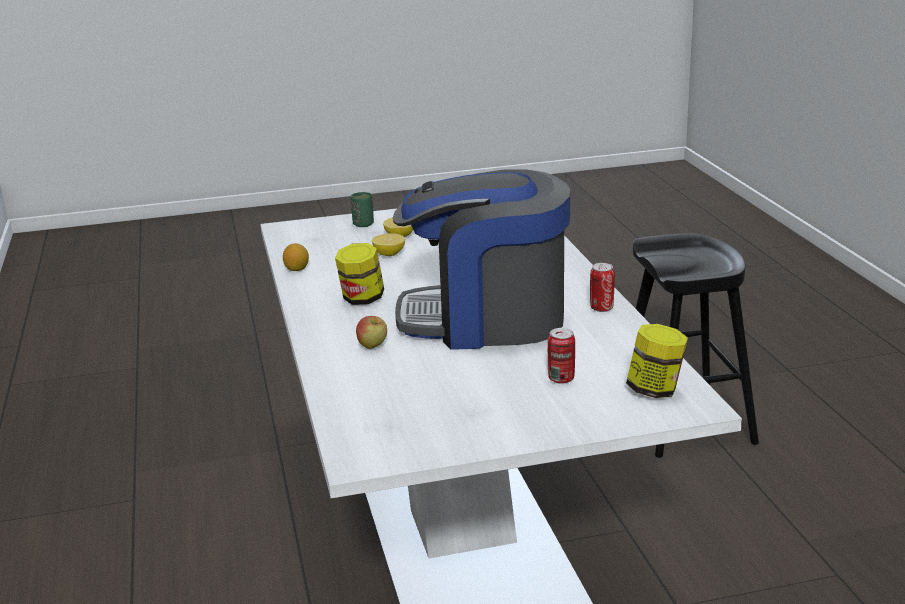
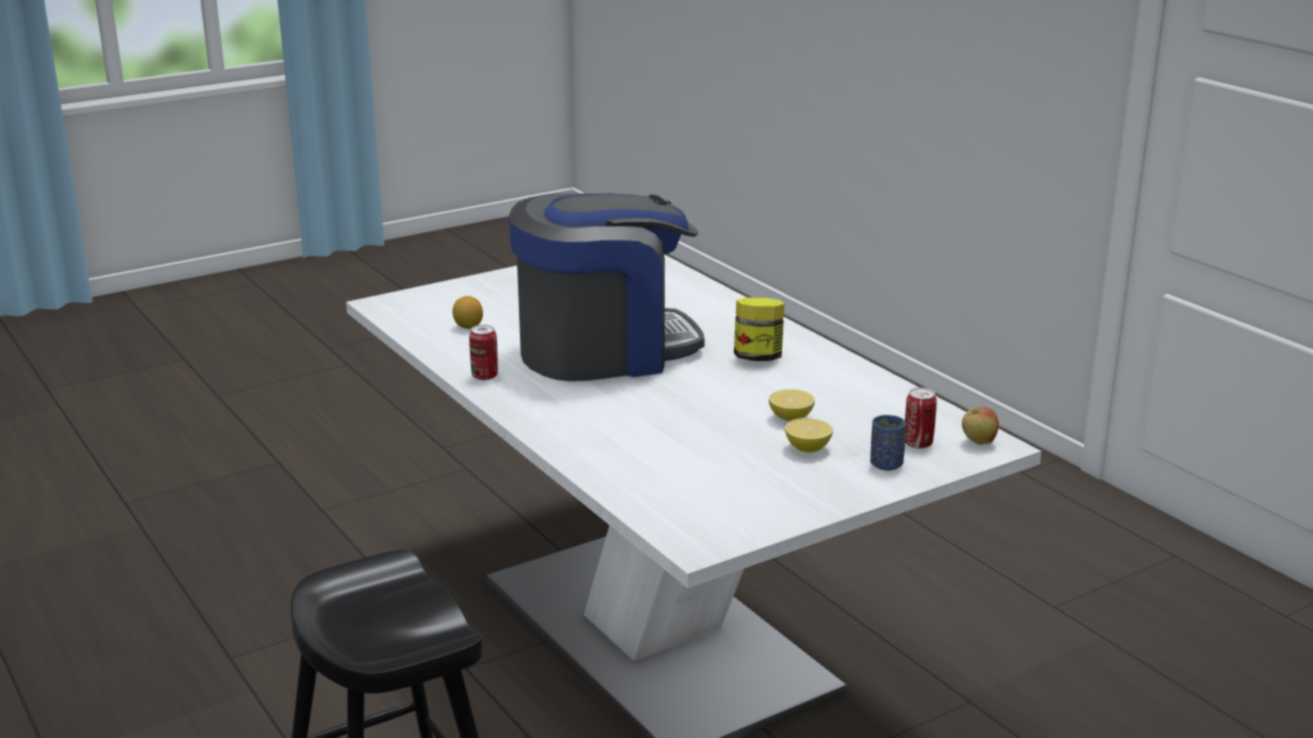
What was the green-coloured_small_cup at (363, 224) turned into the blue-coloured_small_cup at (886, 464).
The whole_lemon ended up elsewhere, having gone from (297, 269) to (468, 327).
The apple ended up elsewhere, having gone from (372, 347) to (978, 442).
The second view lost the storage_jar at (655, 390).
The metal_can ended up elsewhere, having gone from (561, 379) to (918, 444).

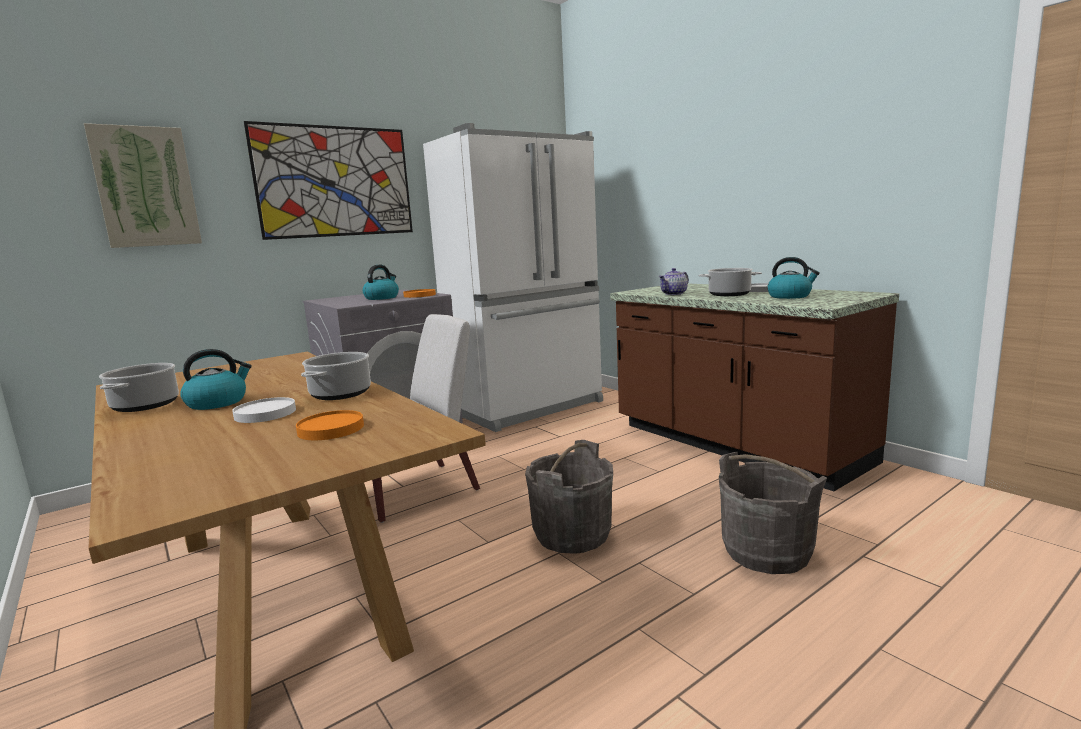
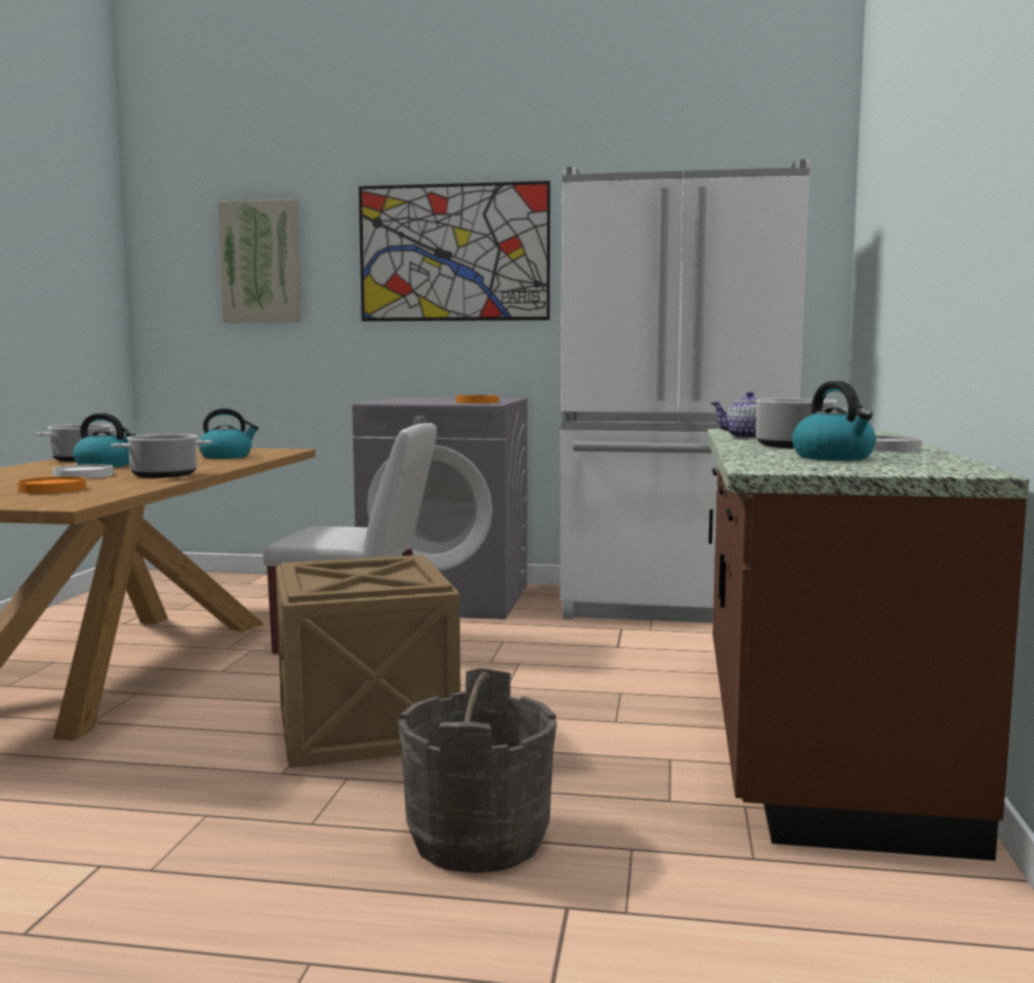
The kettle ended up elsewhere, having gone from (382, 298) to (227, 456).
Where the greyish_water_bucket stood at (572, 534), the crate came to stand at (365, 730).

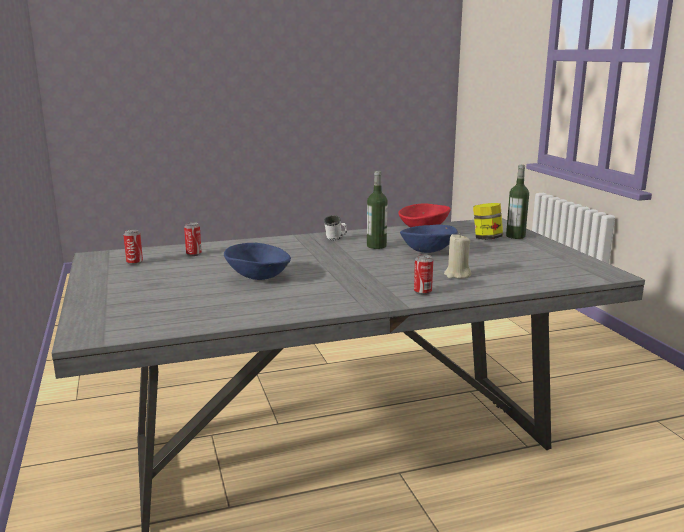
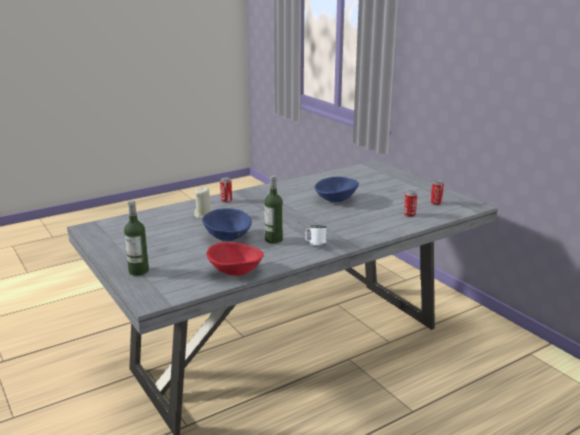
The second view lost the storage_jar at (487, 238).

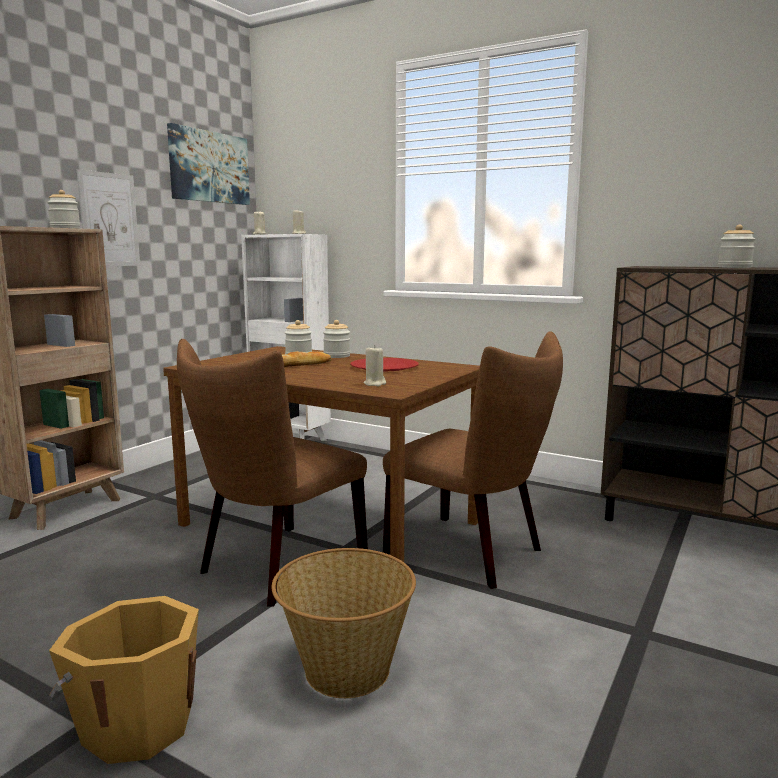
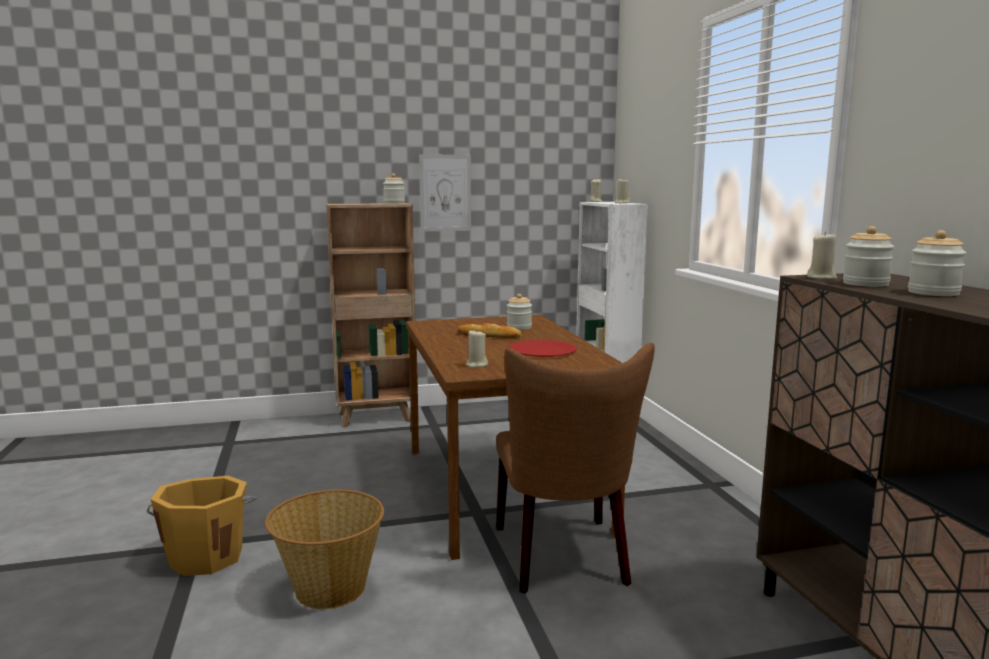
The second view lost the wall_art at (209, 167).
The storage_jar ended up elsewhere, having gone from (337, 356) to (865, 284).
The second view lost the brown-coloured_upright_chair at (275, 567).
The second view gained the beige_wax_candle at (821, 277).

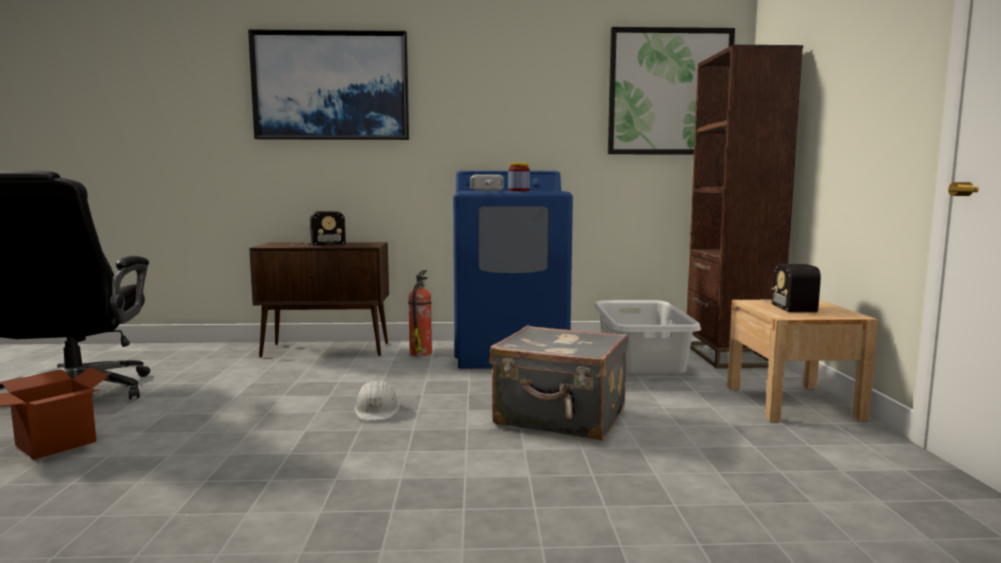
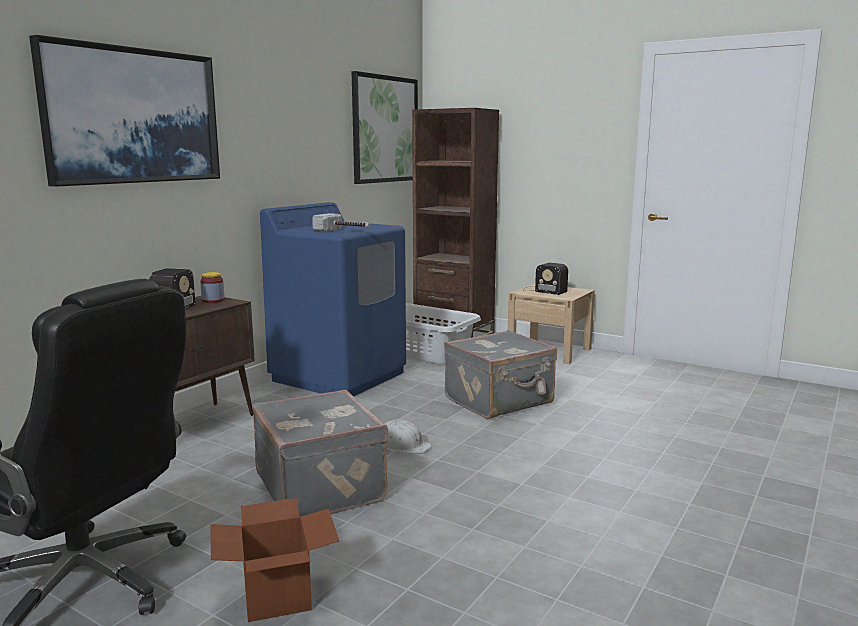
The storage_jar ended up elsewhere, having gone from (518, 191) to (213, 300).
The second view lost the fire_extinguisher at (421, 352).
The second view gained the greyish_suitcase at (322, 487).

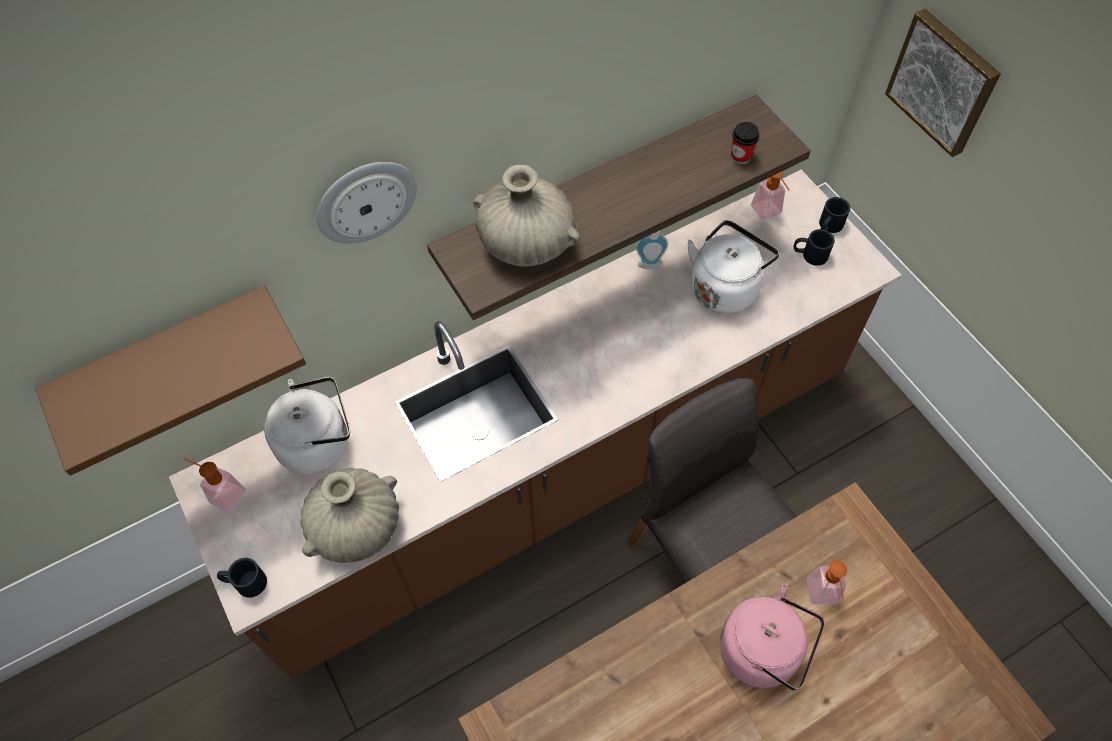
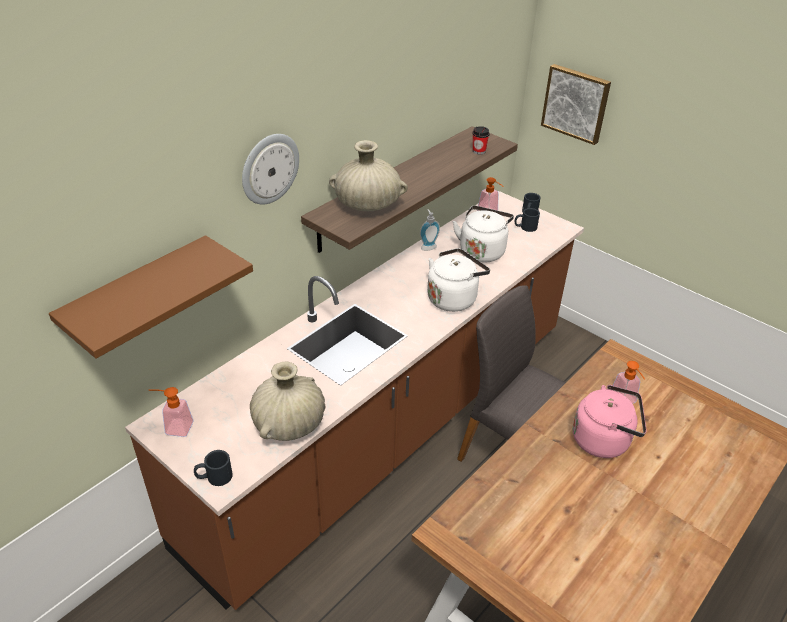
The white-coloured_kettle ended up elsewhere, having gone from (319, 442) to (453, 298).

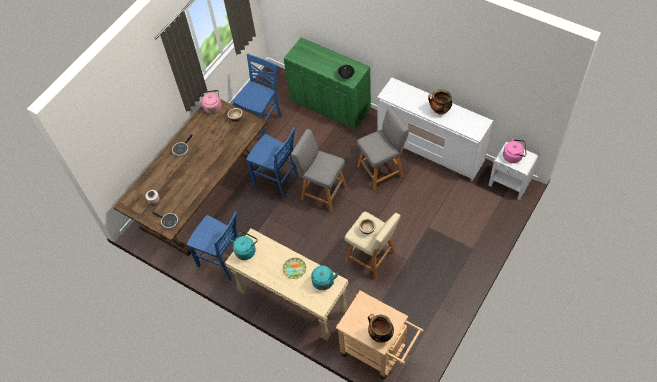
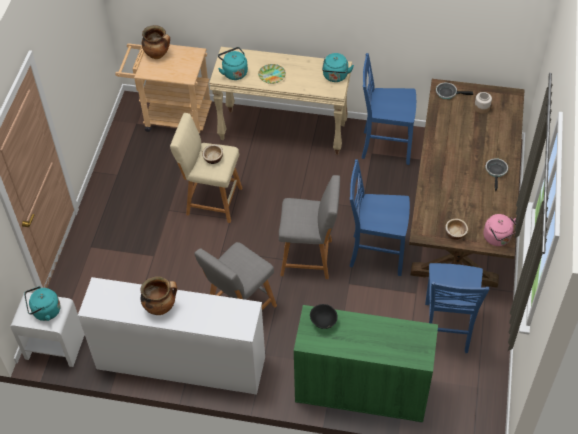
What was the pink_kettle at (513, 156) turned into the blue-green_kettle at (45, 312).

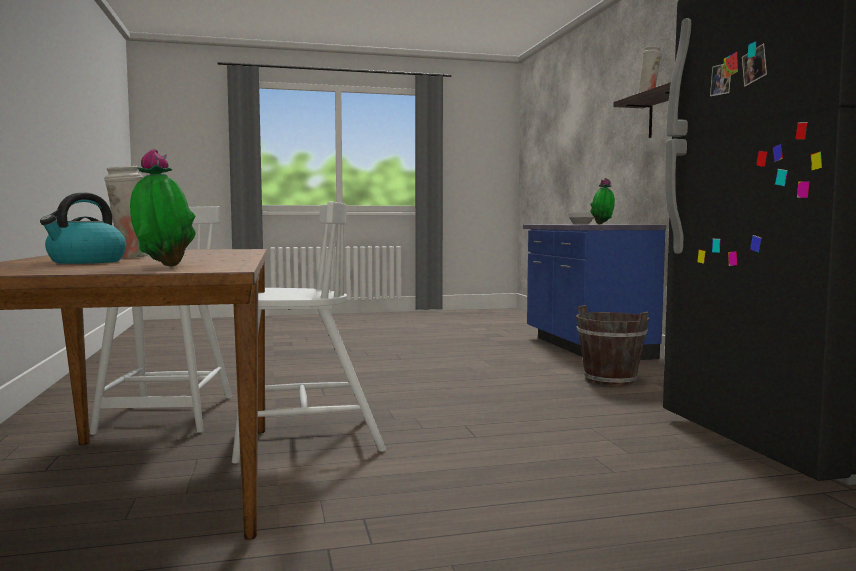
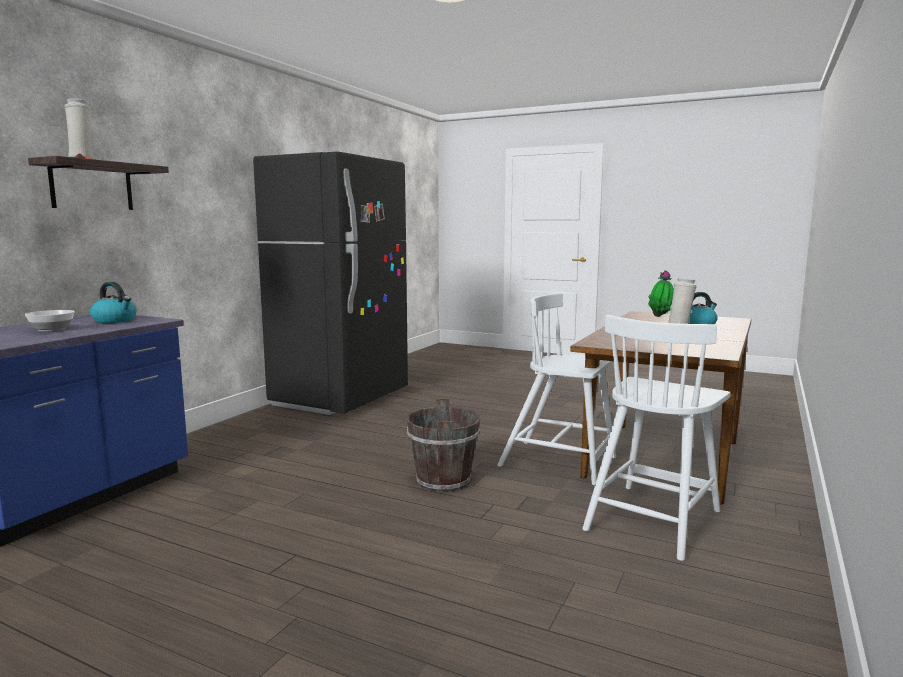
Where the potted_plant stood at (602, 224), the kettle came to stand at (115, 320).
The brown-coloured_water_bucket ended up elsewhere, having gone from (610, 379) to (442, 481).

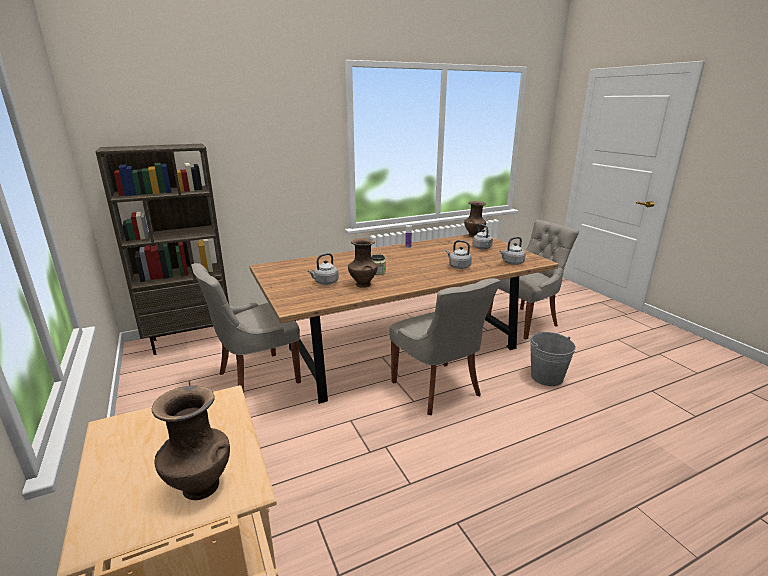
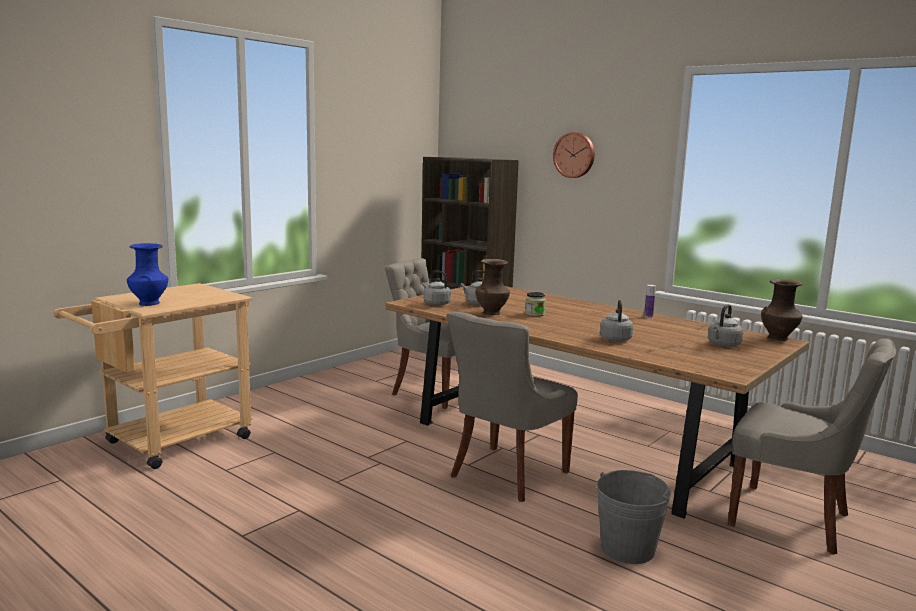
The greyish_kettle ended up elsewhere, having gone from (512, 263) to (435, 303).
What was the brown-coloured_vase at (199, 487) turned into the blue-coloured_vase at (149, 303).
The second view gained the wall_clock at (574, 155).

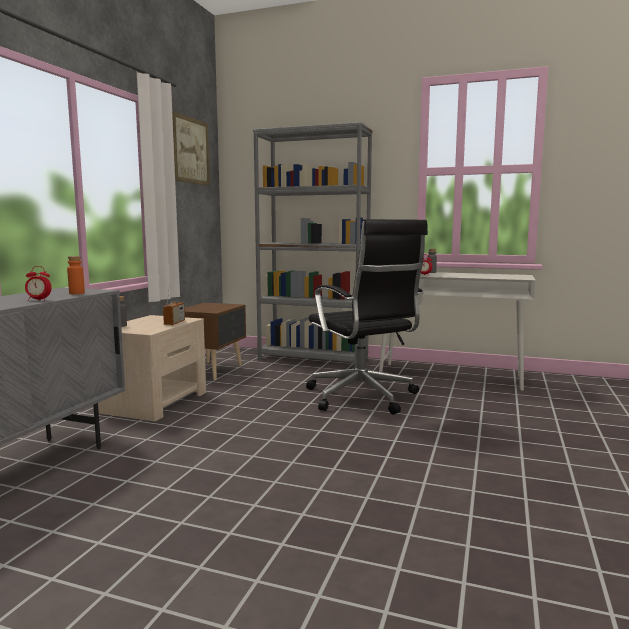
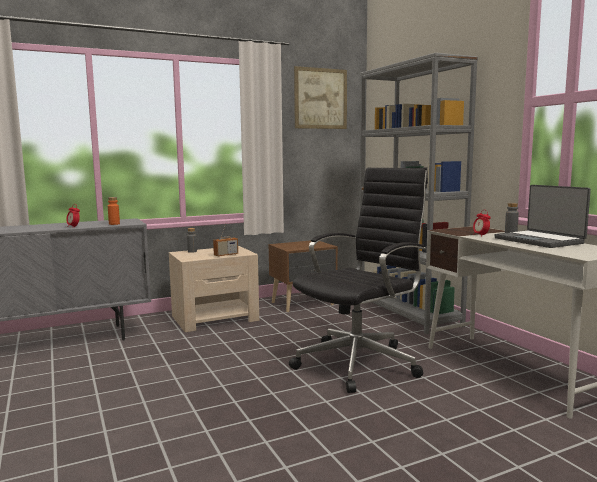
The black_computer_chair at (363, 398) ended up facing another way, 150 degrees counterclockwise from before.
The second view gained the laptop at (539, 240).

